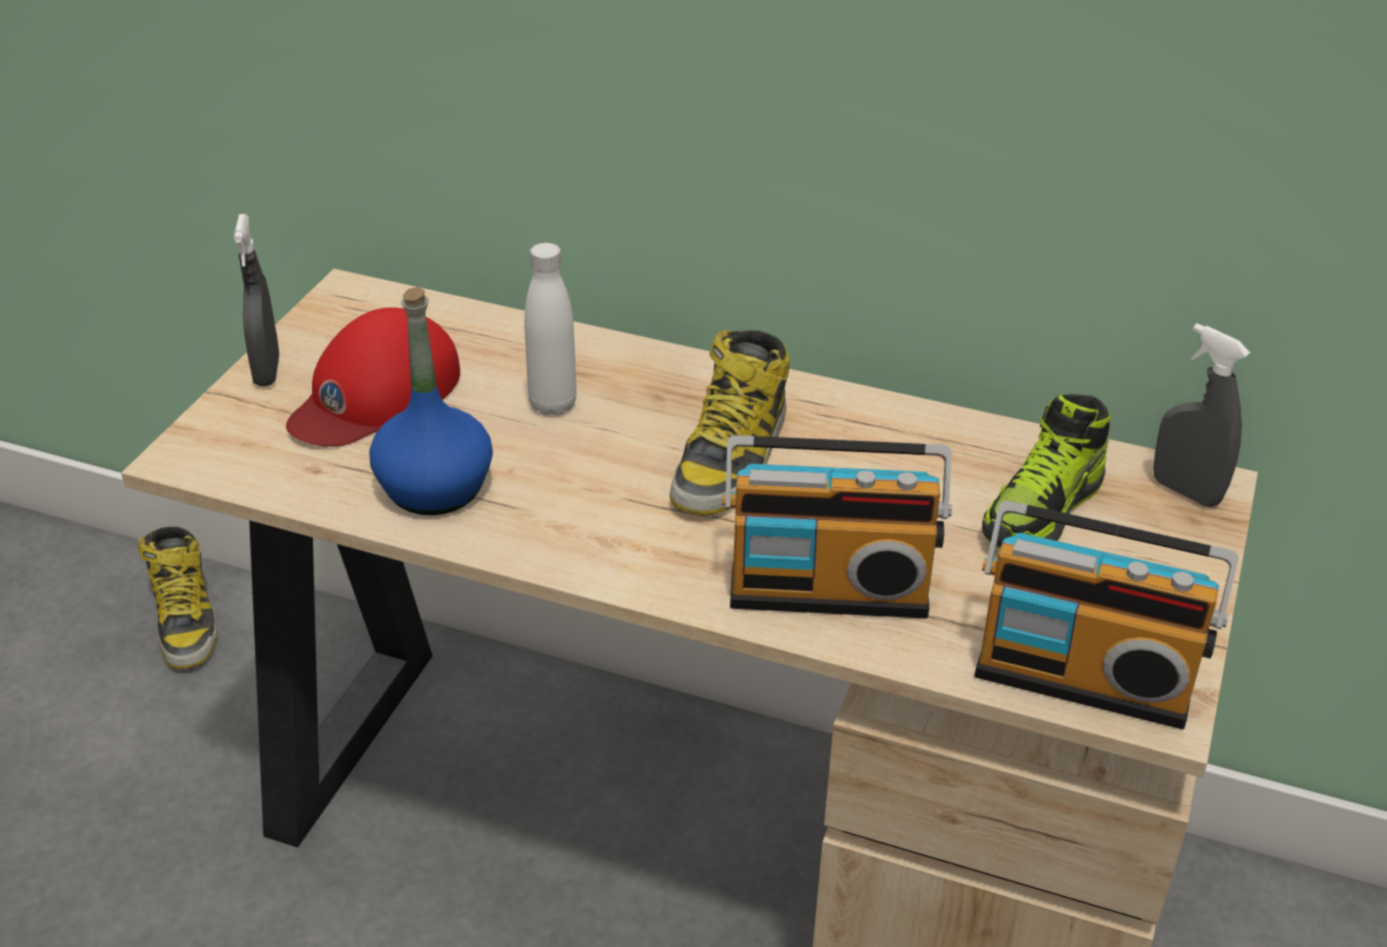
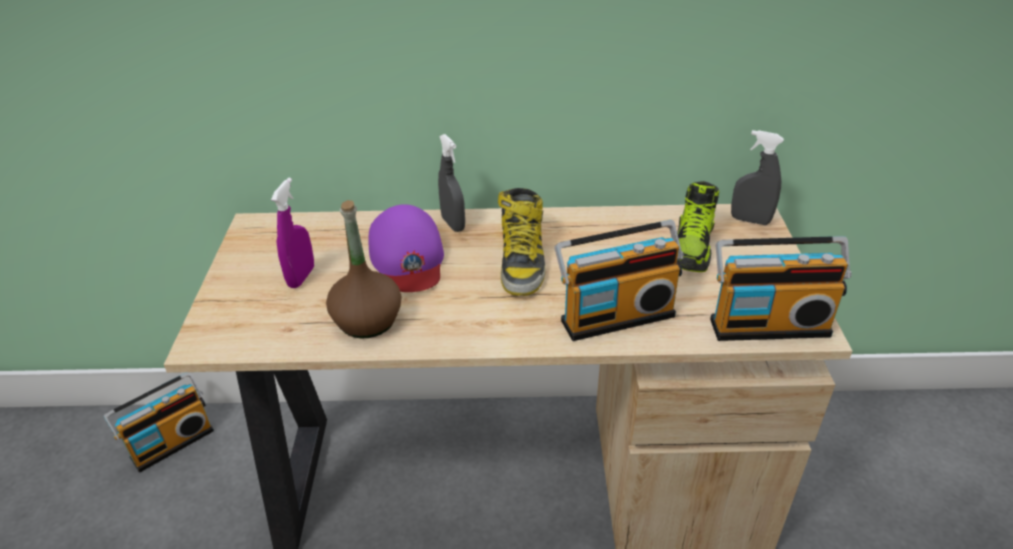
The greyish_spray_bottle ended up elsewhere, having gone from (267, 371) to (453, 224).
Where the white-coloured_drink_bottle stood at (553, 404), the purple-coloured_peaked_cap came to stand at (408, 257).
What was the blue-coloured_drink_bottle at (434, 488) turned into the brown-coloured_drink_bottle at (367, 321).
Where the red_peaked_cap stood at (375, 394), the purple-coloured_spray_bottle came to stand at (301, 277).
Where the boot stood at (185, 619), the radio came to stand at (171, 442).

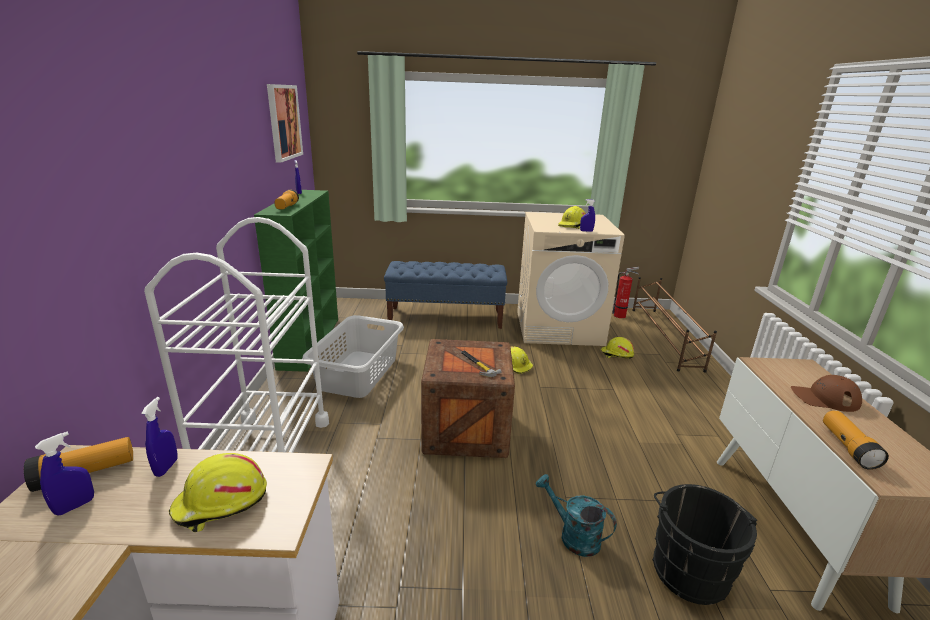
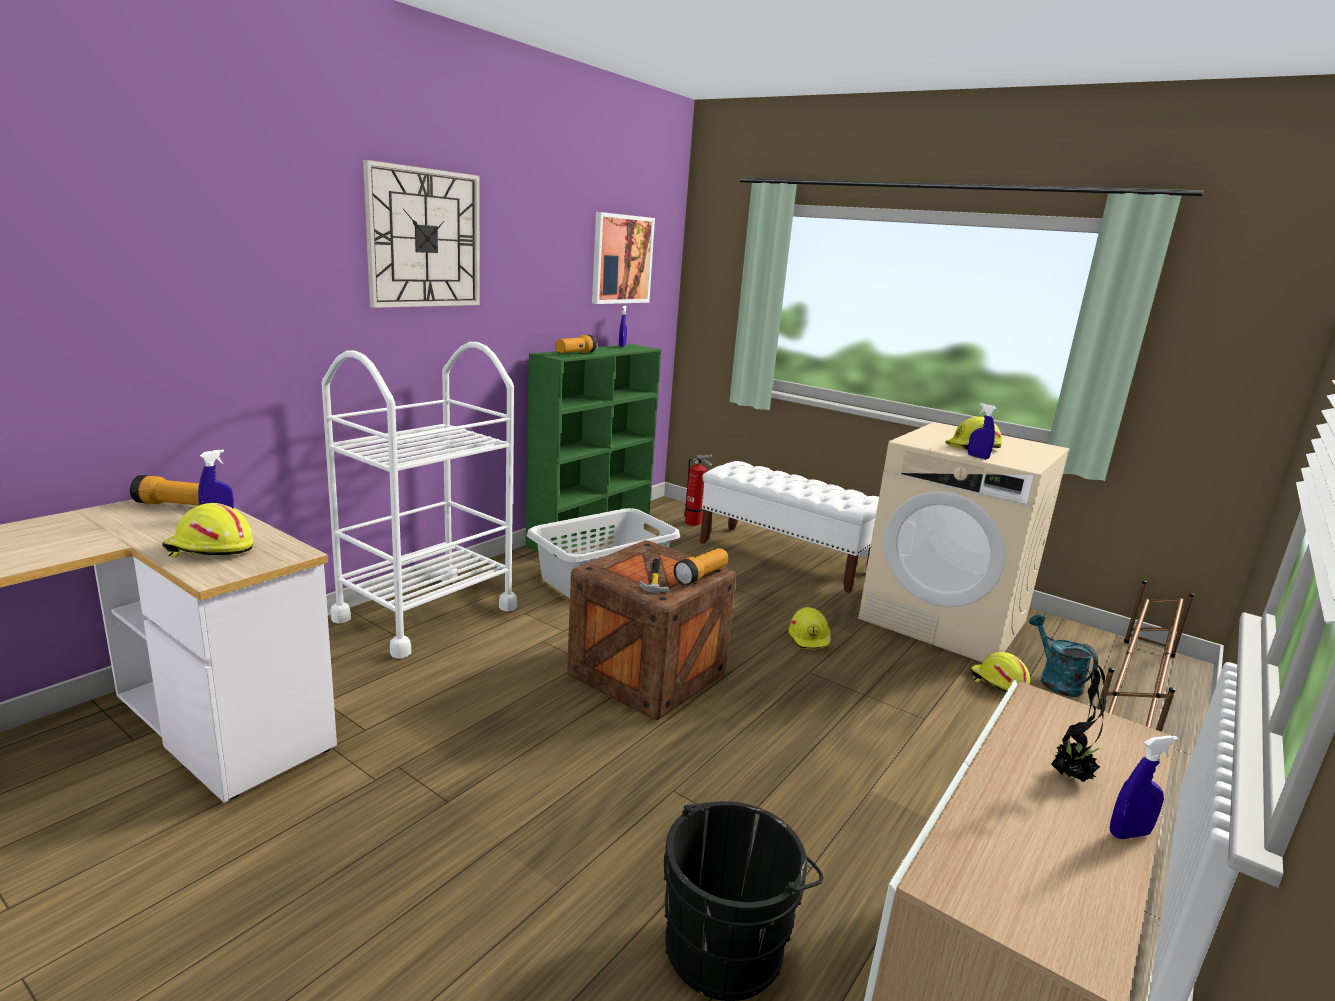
What was the blue-coloured_long_seat at (446, 317) turned into the white-coloured_long_seat at (785, 558).
The fire_extinguisher ended up elsewhere, having gone from (621, 316) to (694, 523).
Where the brown-coloured_peaked_cap stood at (824, 398), the potted_plant came to stand at (1070, 775).
The flashlight ended up elsewhere, having gone from (847, 447) to (701, 576).
The blue-coloured_spray_bottle ended up elsewhere, having gone from (75, 506) to (1129, 833).
The blue-green_watering_can ended up elsewhere, having gone from (573, 535) to (1055, 680).
The second view gained the wall_clock at (424, 238).

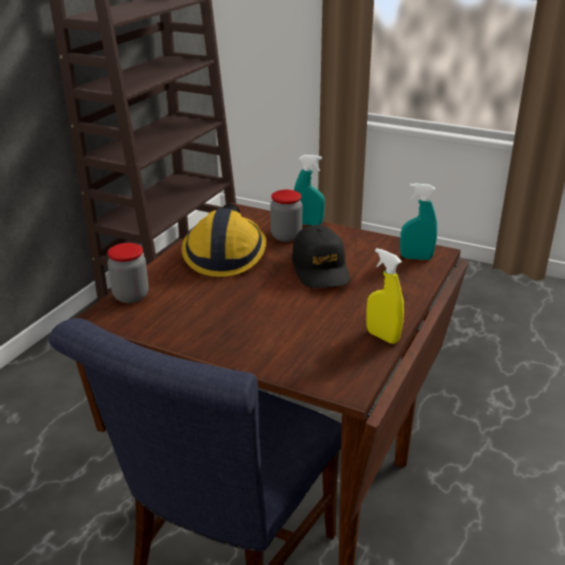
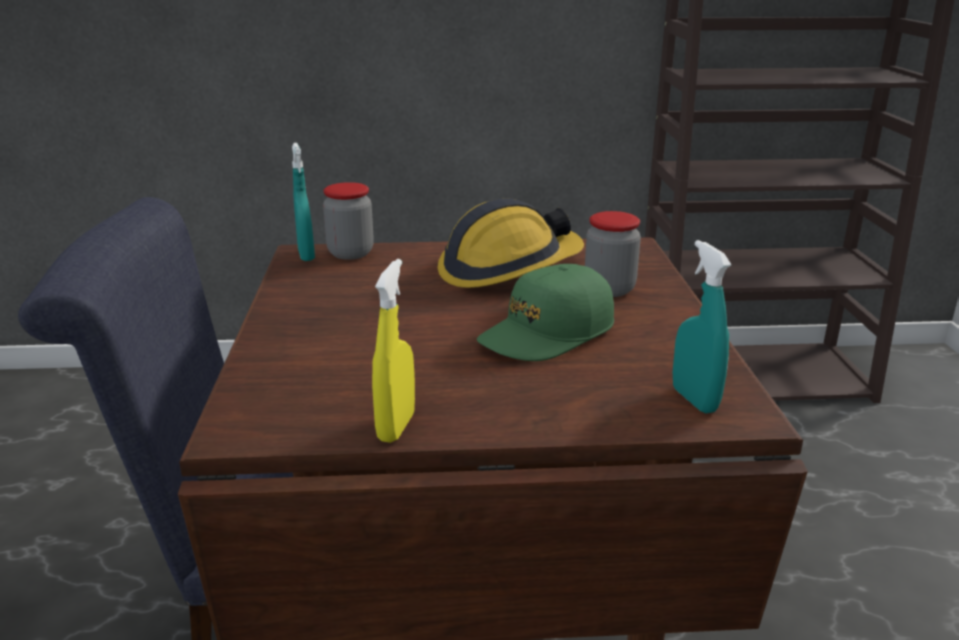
The blue-green_spray_bottle ended up elsewhere, having gone from (308, 223) to (306, 255).
What was the black_peaked_cap at (320, 268) turned into the green-coloured_peaked_cap at (547, 333).

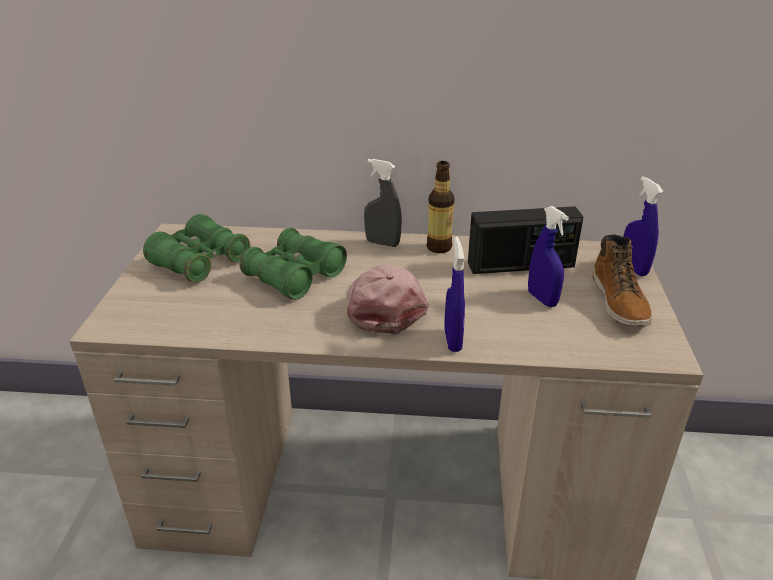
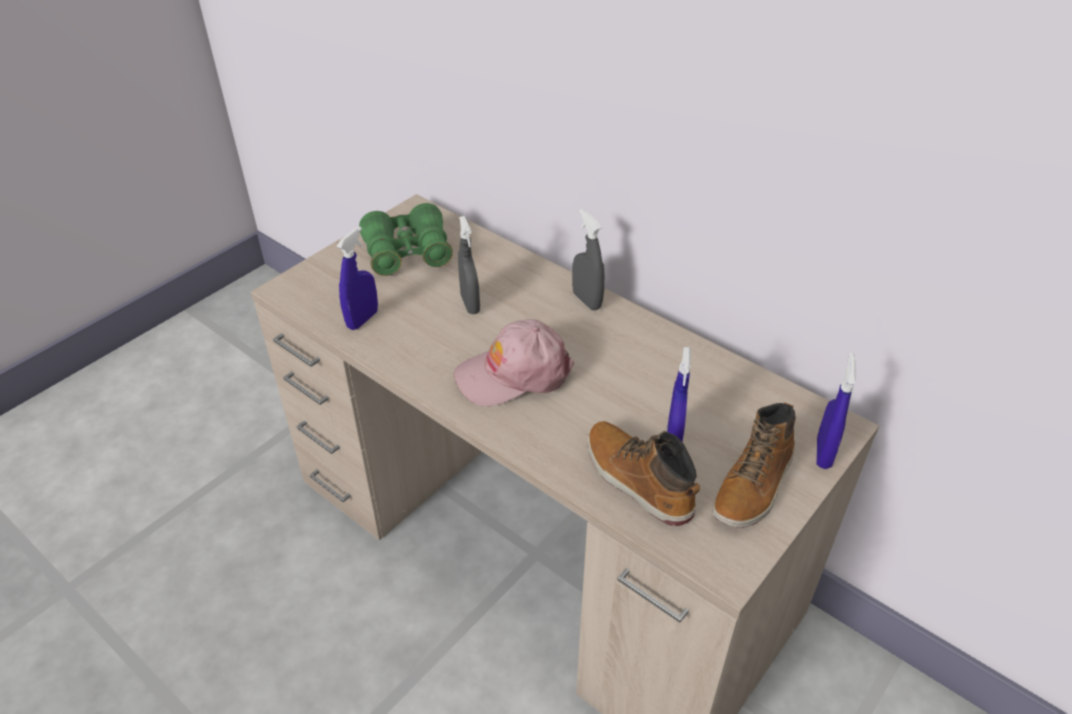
The second view lost the drink_bottle at (439, 247).
The second view lost the radio at (521, 265).
Where the green-coloured_field_glasses stood at (295, 276), the greyish_spray_bottle came to stand at (470, 304).
The blue-coloured_spray_bottle ended up elsewhere, having gone from (452, 340) to (362, 319).
The pink_peaked_cap at (384, 306) ended up facing another way, 135 degrees counterclockwise from before.
The second view gained the boot at (637, 480).

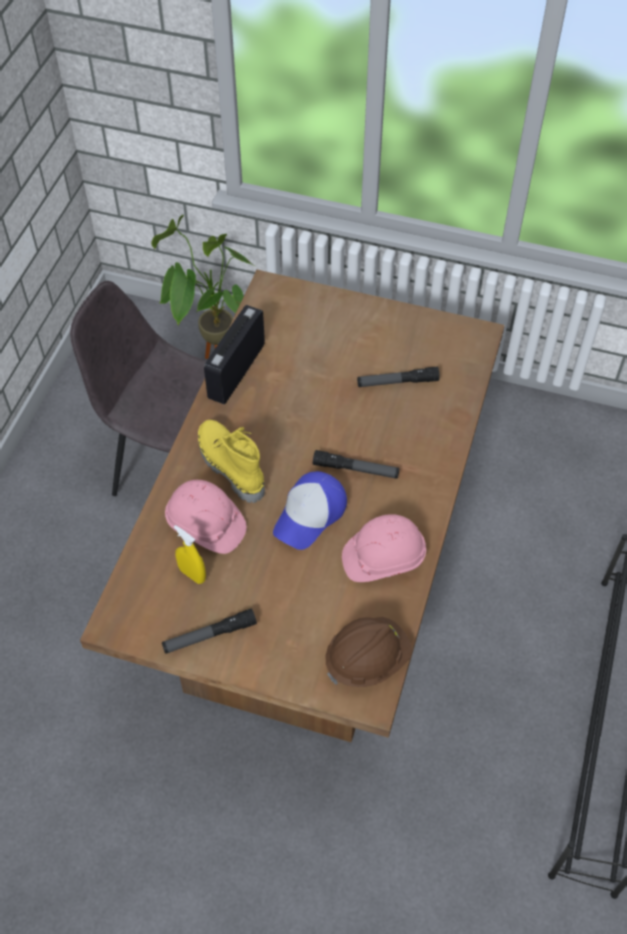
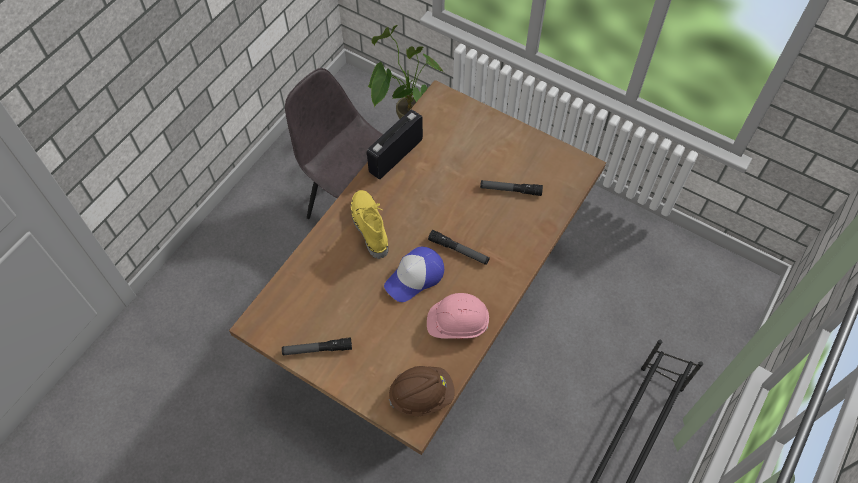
The second view lost the pink_safety_helmet at (206, 525).
The second view lost the yellowish_spray_bottle at (192, 574).

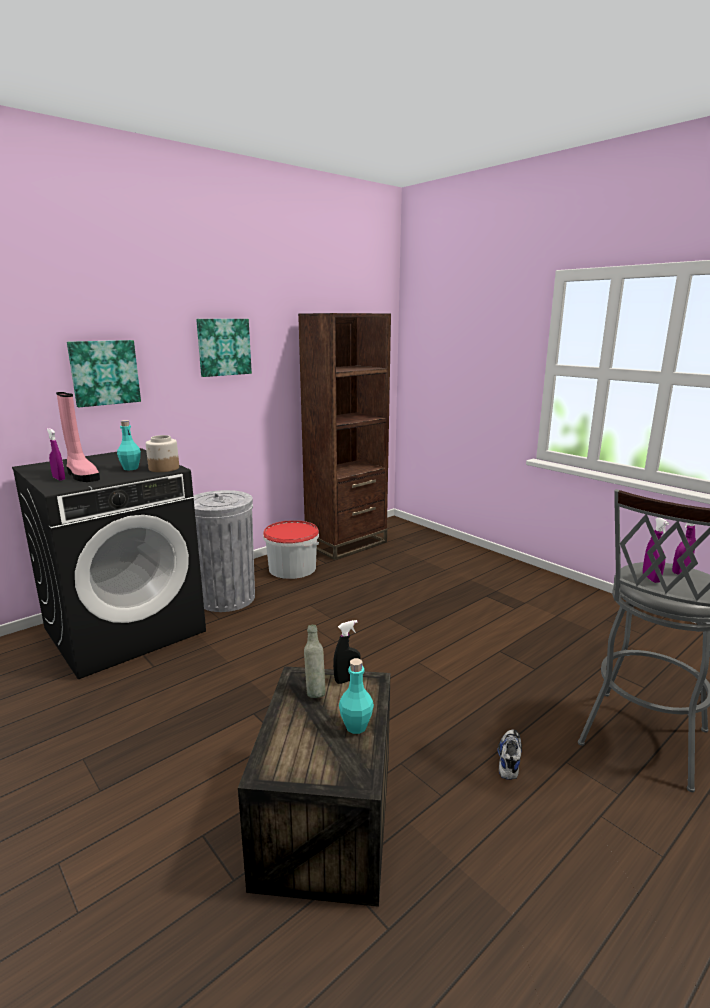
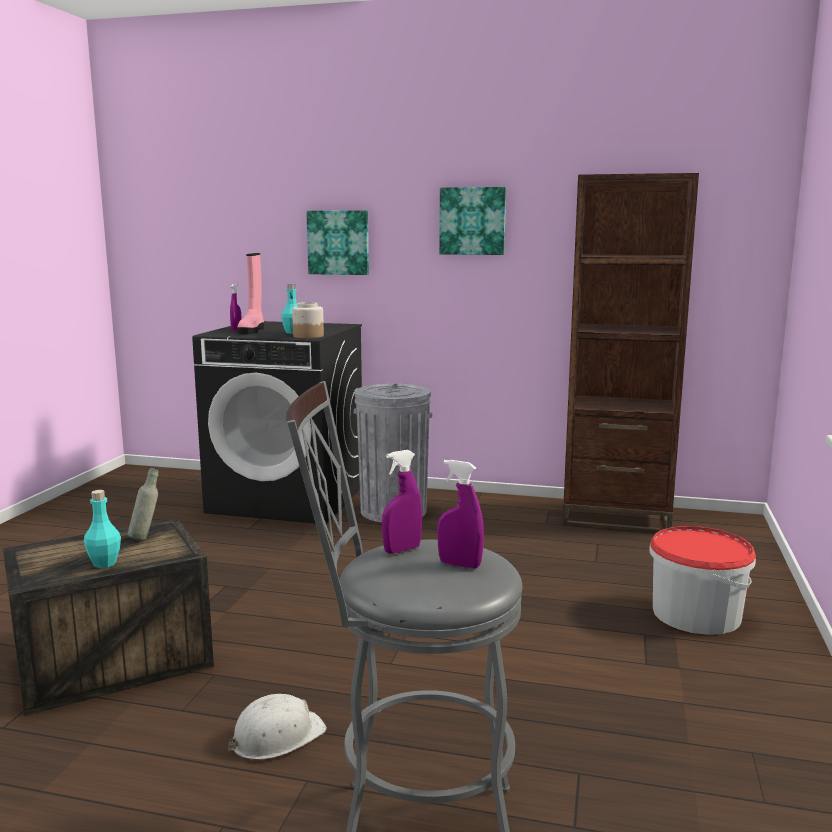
The water_bucket ended up elsewhere, having gone from (292, 568) to (696, 614).
The second view lost the black_spray_bottle at (347, 680).
Where the item_of_footwear stood at (509, 758), the white-coloured_safety_helmet came to stand at (276, 737).

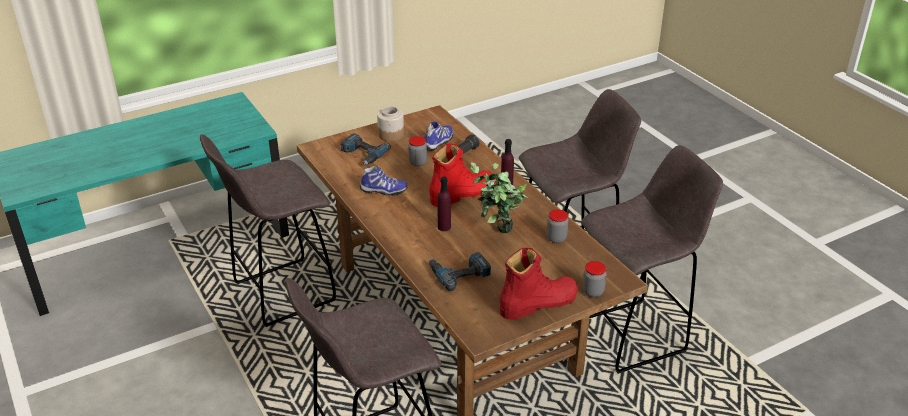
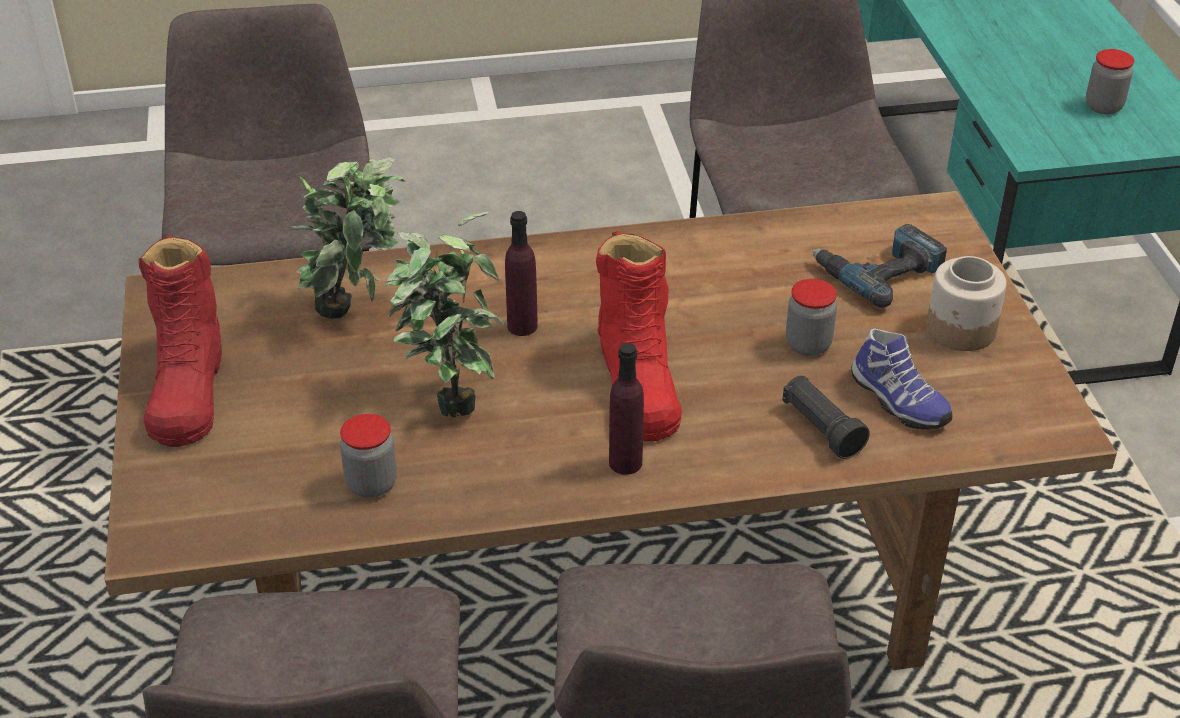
The second view lost the item_of_footwear at (383, 191).
Where the electric_drill stood at (459, 273), the potted_plant came to stand at (357, 310).
The storage_jar ended up elsewhere, having gone from (593, 292) to (1103, 106).

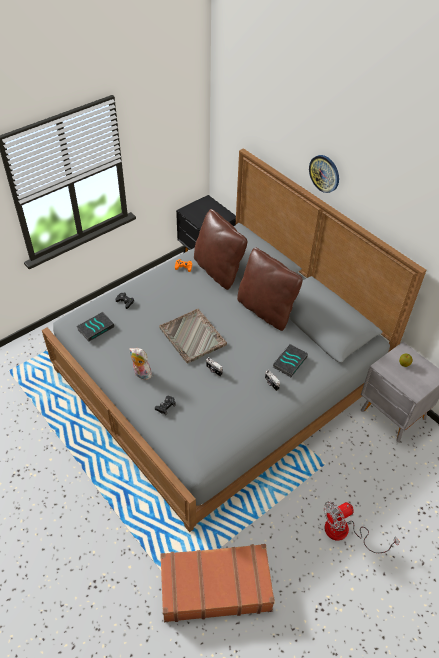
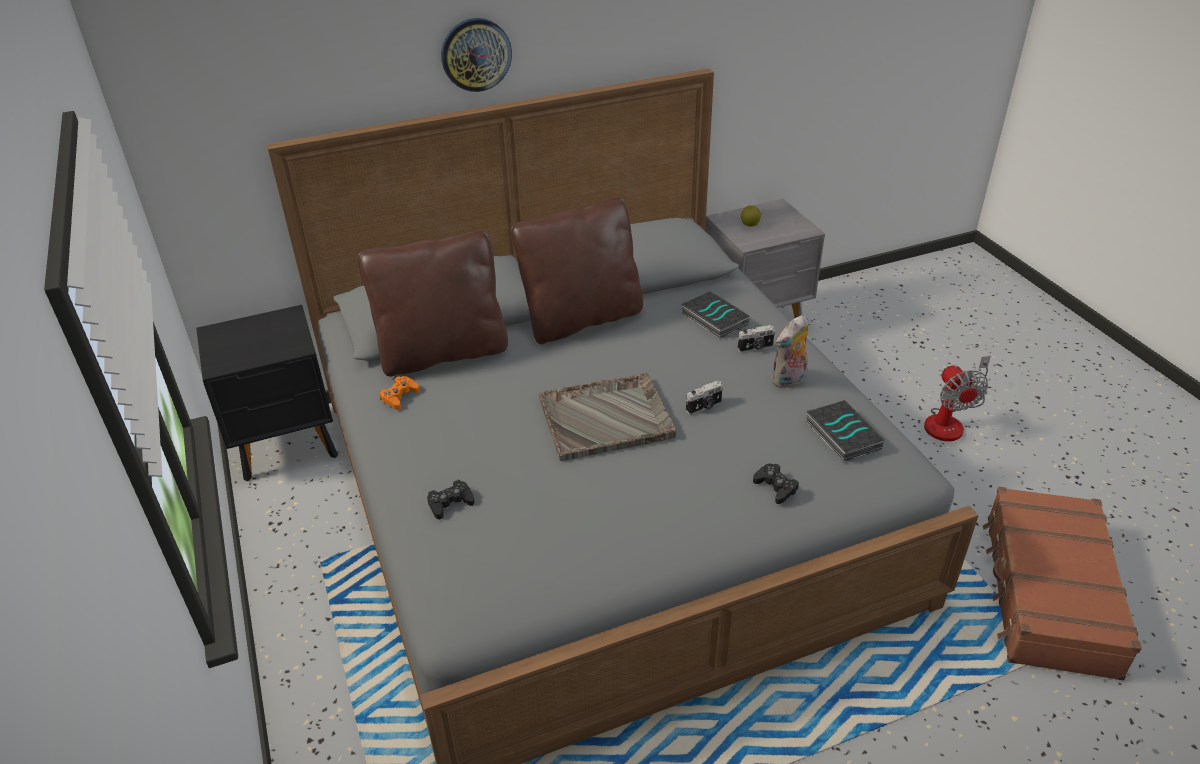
The bound_book ended up elsewhere, having gone from (95, 328) to (841, 435).
The plush_toy ended up elsewhere, having gone from (141, 374) to (789, 381).

